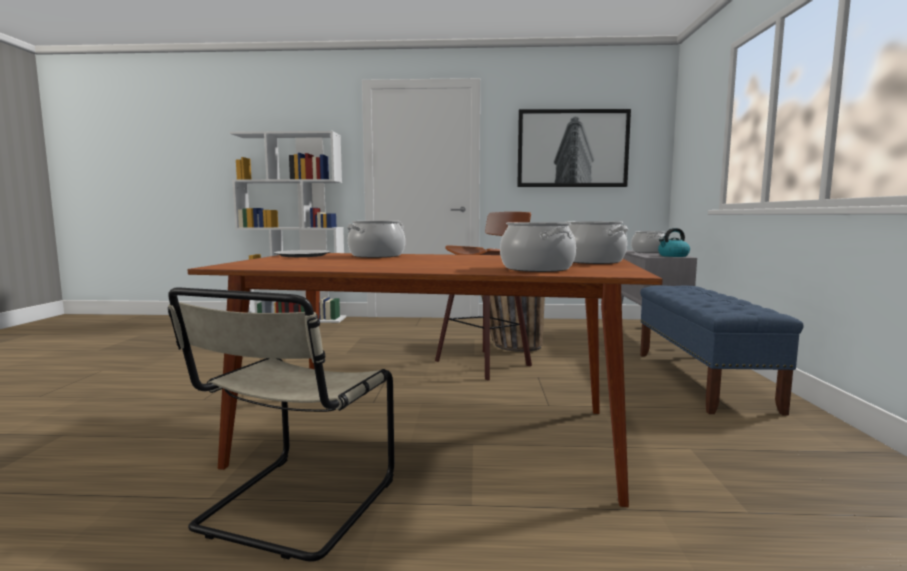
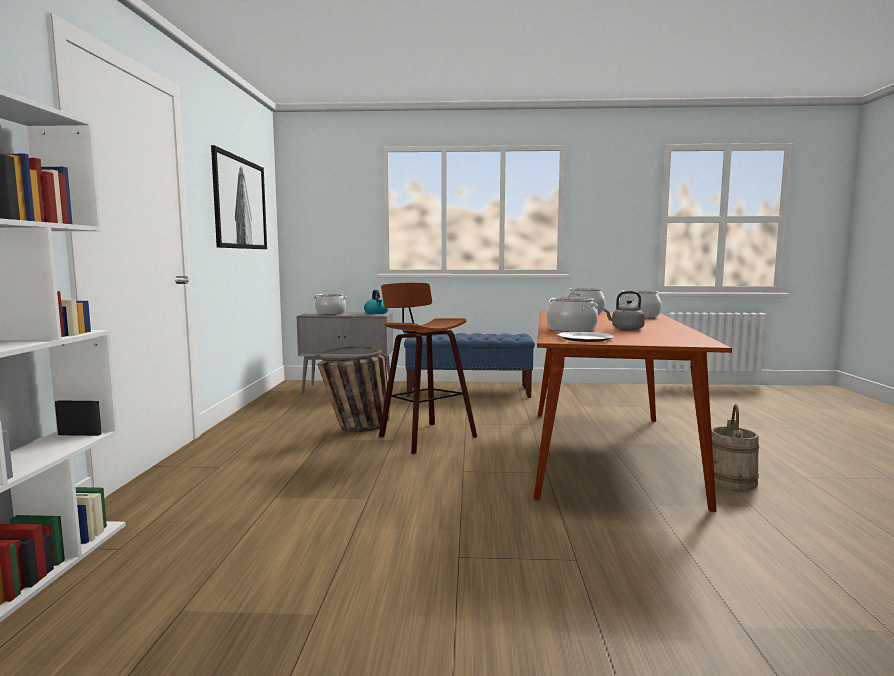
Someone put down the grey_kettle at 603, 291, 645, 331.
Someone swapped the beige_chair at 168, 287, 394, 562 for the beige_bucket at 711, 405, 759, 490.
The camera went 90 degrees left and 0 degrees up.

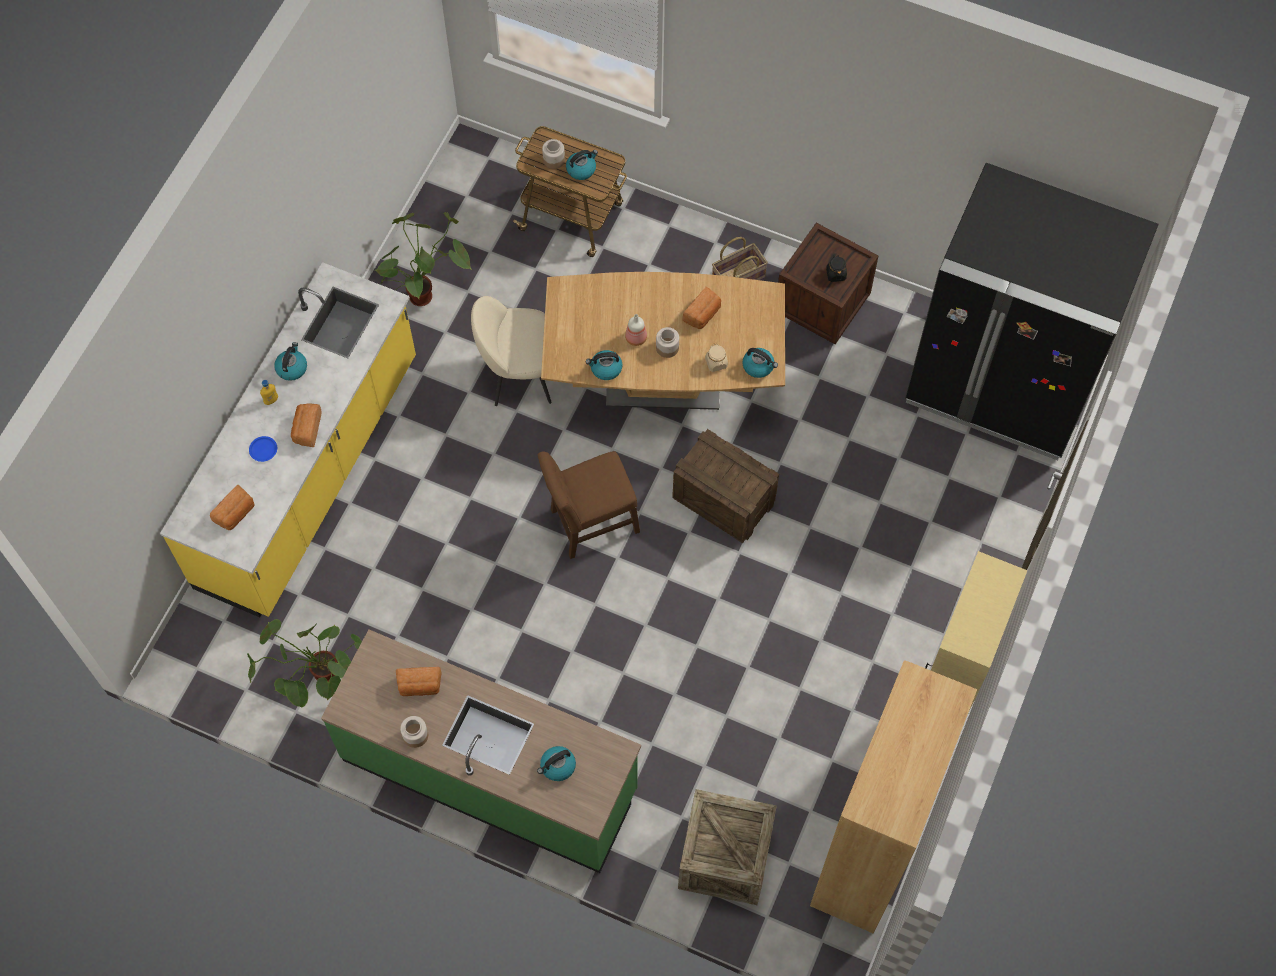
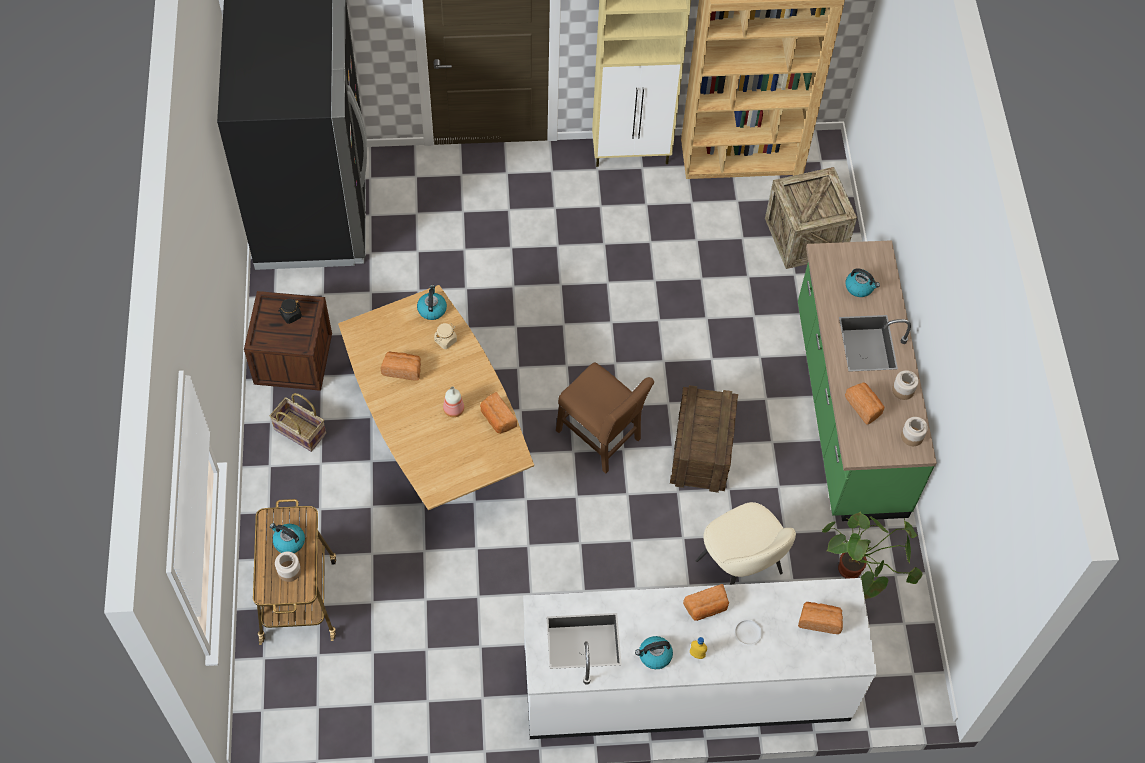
Someone swapped the kettle at 586, 350, 622, 380 for the bread at 480, 392, 517, 434.
Someone repainted the yellow_counter at 160, 262, 416, 617, which became the white_counter at 523, 578, 877, 739.
Someone carried the crate from 672, 429, 779, 544 to 670, 385, 738, 493.
Someone carried the beige_chair from 471, 296, 551, 406 to 696, 502, 796, 585.
Someone repainted the blue_plate at 249, 436, 277, 462, which became the white_plate at 734, 619, 763, 646.
Someone carried the jar from 656, 327, 679, 358 to 901, 417, 928, 446.
Someone took away the potted_plant at 375, 212, 472, 306.
The camera went 120 degrees left and 5 degrees down.

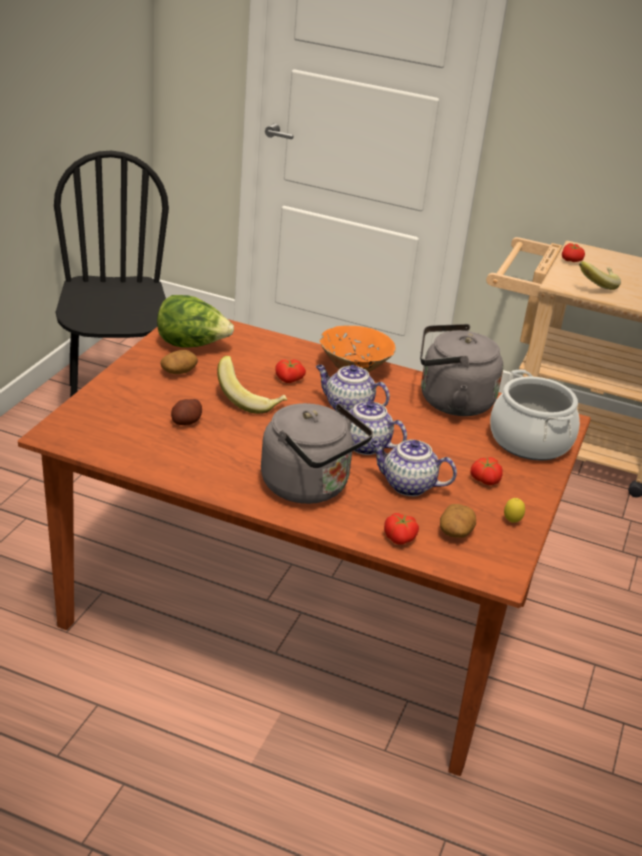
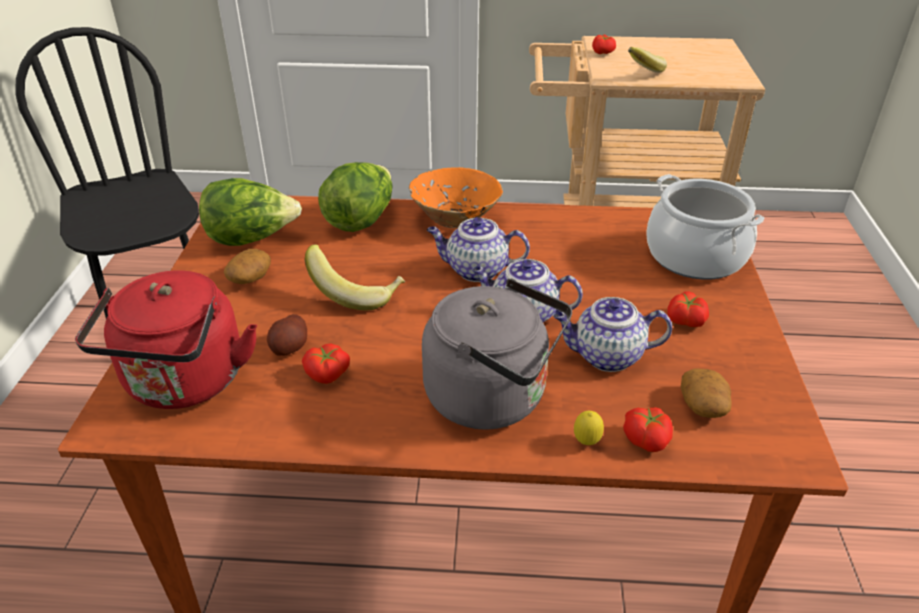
Someone put down the red_kettle at 75, 270, 257, 409.
Someone carried the tomato from 275, 360, 306, 383 to 302, 343, 350, 384.
Someone put down the lettuce at 318, 162, 392, 232.
Someone carried the lemon from 504, 498, 525, 523 to 574, 411, 604, 445.
Someone took away the grey_kettle at 420, 324, 503, 416.
The camera went 15 degrees left and 5 degrees up.

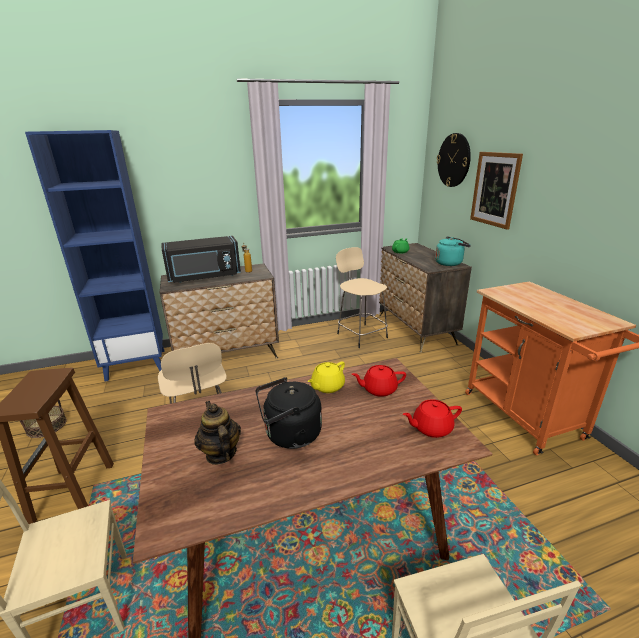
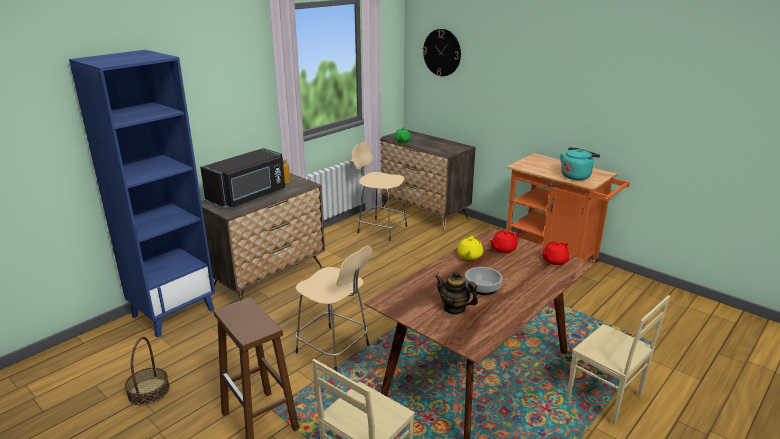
Someone swapped the black_kettle at 256, 377, 322, 449 for the bowl at 465, 267, 503, 295.
Someone carried the turquoise_kettle from 435, 236, 471, 266 to 560, 147, 600, 180.
Someone took away the picture at 470, 152, 523, 230.
The camera went 30 degrees left and 0 degrees up.

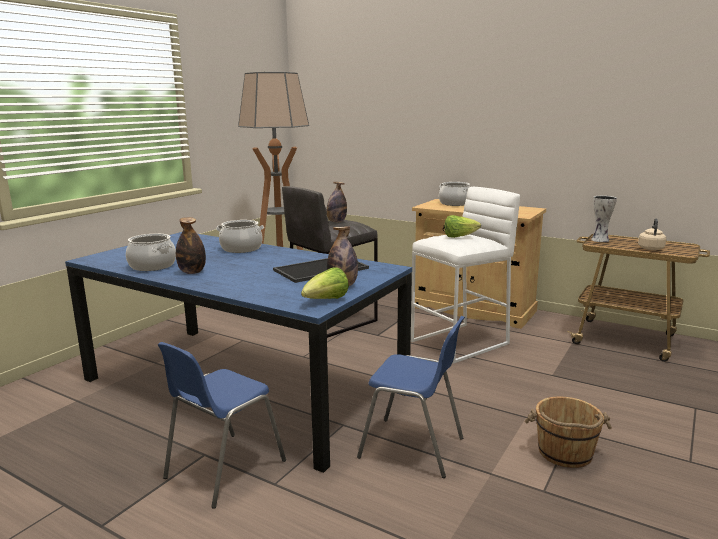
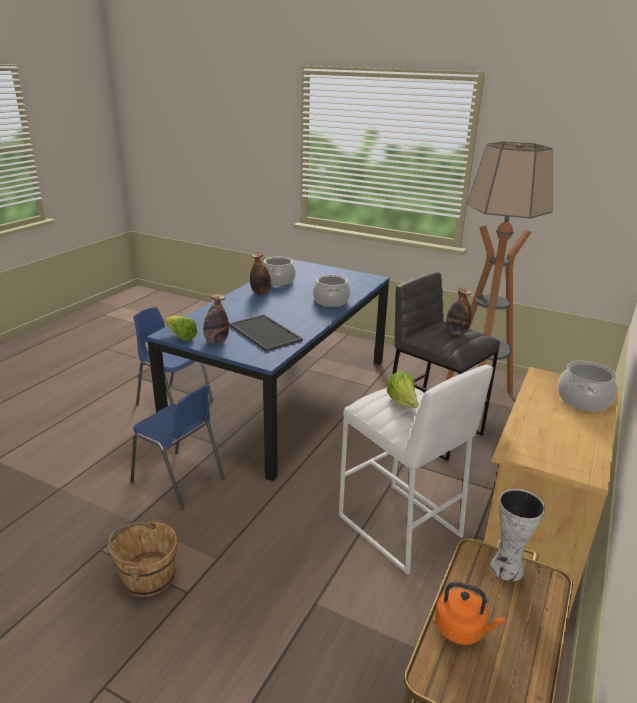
Someone rotated the blue_chair at 357, 316, 465, 478 by 75 degrees counterclockwise.
Someone repainted the beige_kettle at 638, 218, 666, 250, which became the orange_kettle at 435, 582, 505, 645.
The camera went 85 degrees right and 10 degrees up.

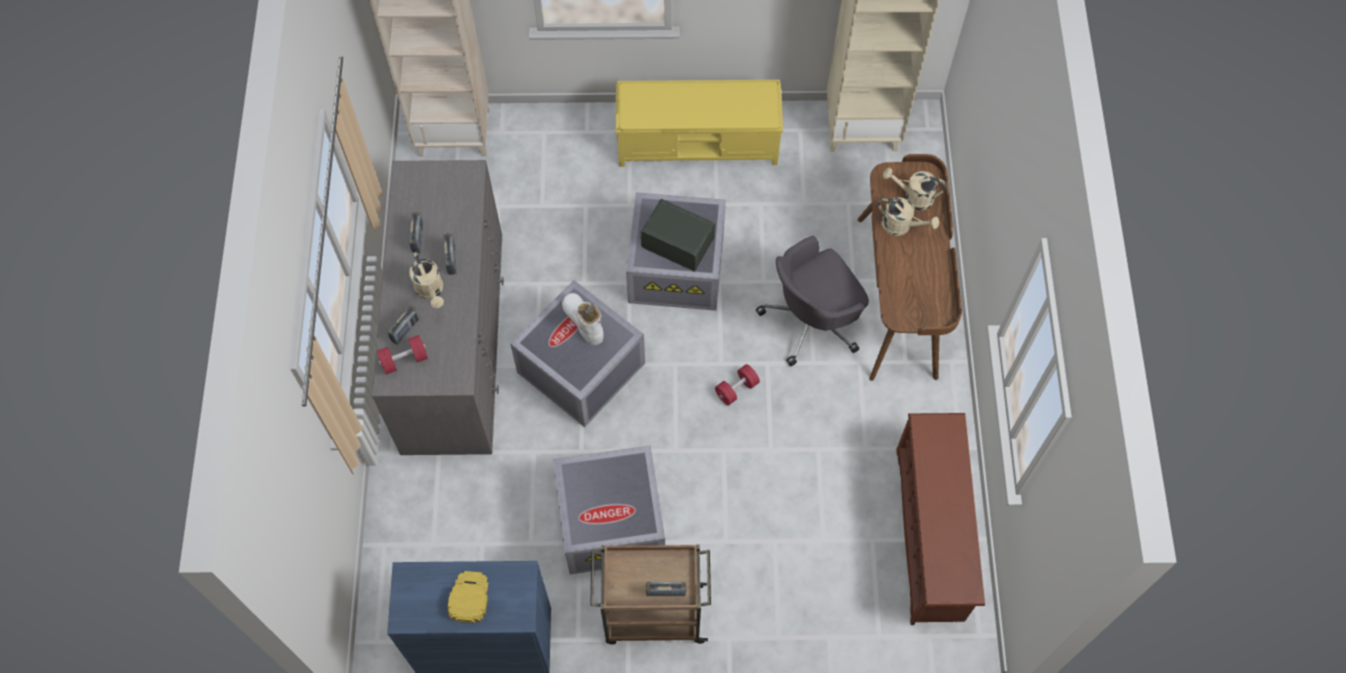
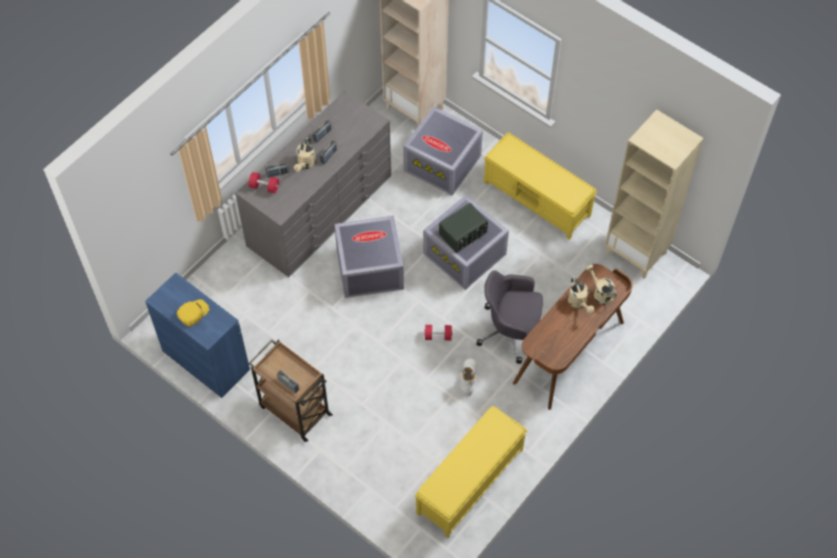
Someone carried the grey_storage_box from 553, 445, 665, 575 to 403, 106, 483, 196.
Someone swapped the brown_shoe_rack at 896, 413, 985, 625 for the yellow_bench at 415, 406, 527, 538.
Someone rotated the radio at 641, 199, 715, 271 by 75 degrees clockwise.
Someone carried the white_boot from 562, 293, 604, 345 to 461, 358, 477, 396.
The camera went 40 degrees right and 5 degrees down.

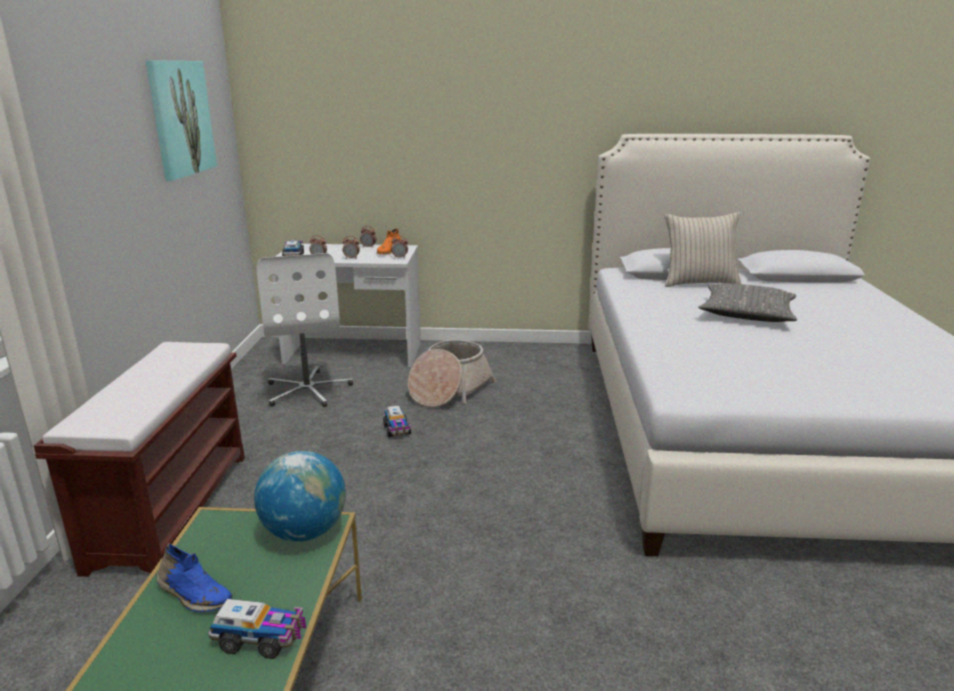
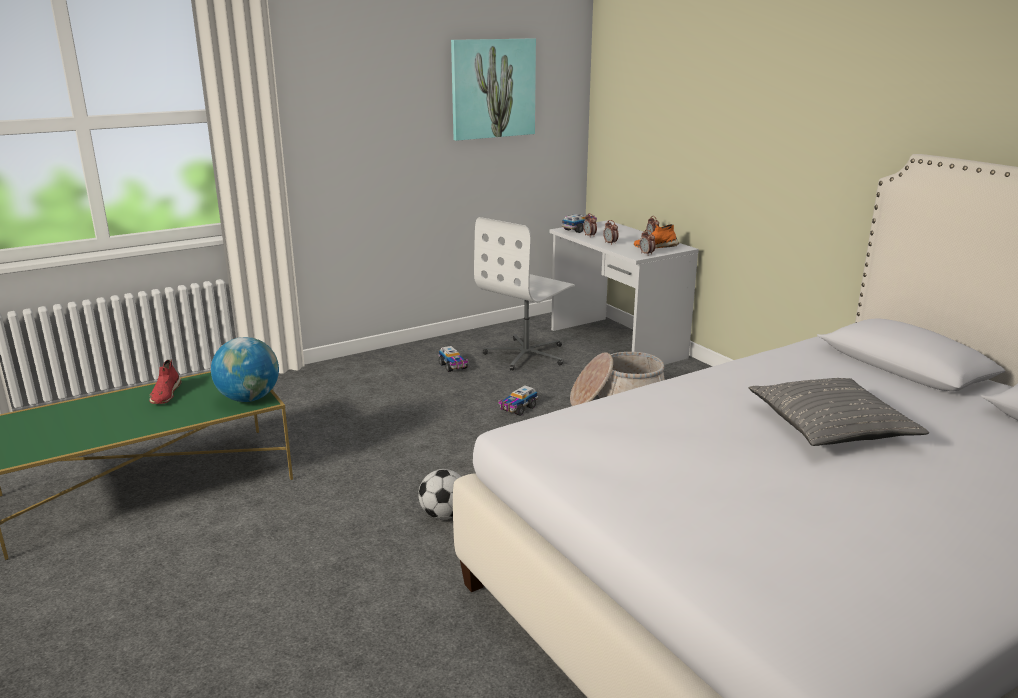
Someone repainted the blue_shoe at 156, 544, 232, 612, which became the red_shoe at 149, 359, 182, 404.
Someone put down the football at 419, 469, 461, 519.
Someone carried the toy_truck from 208, 599, 306, 659 to 438, 346, 468, 372.
Someone took away the brown_bench at 34, 342, 245, 577.
Someone took away the beige_pillow at 665, 212, 741, 287.
The camera went 55 degrees right and 0 degrees up.

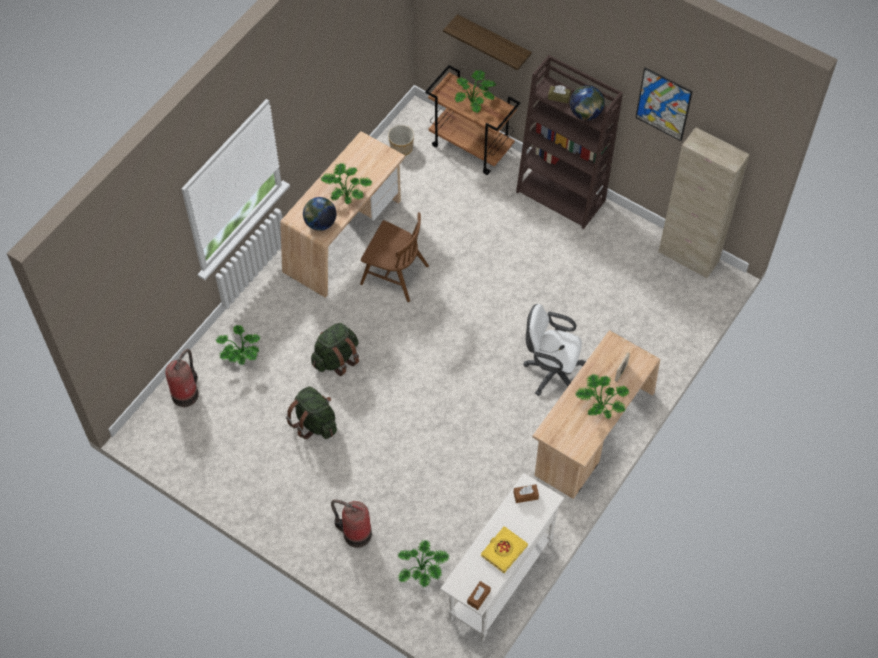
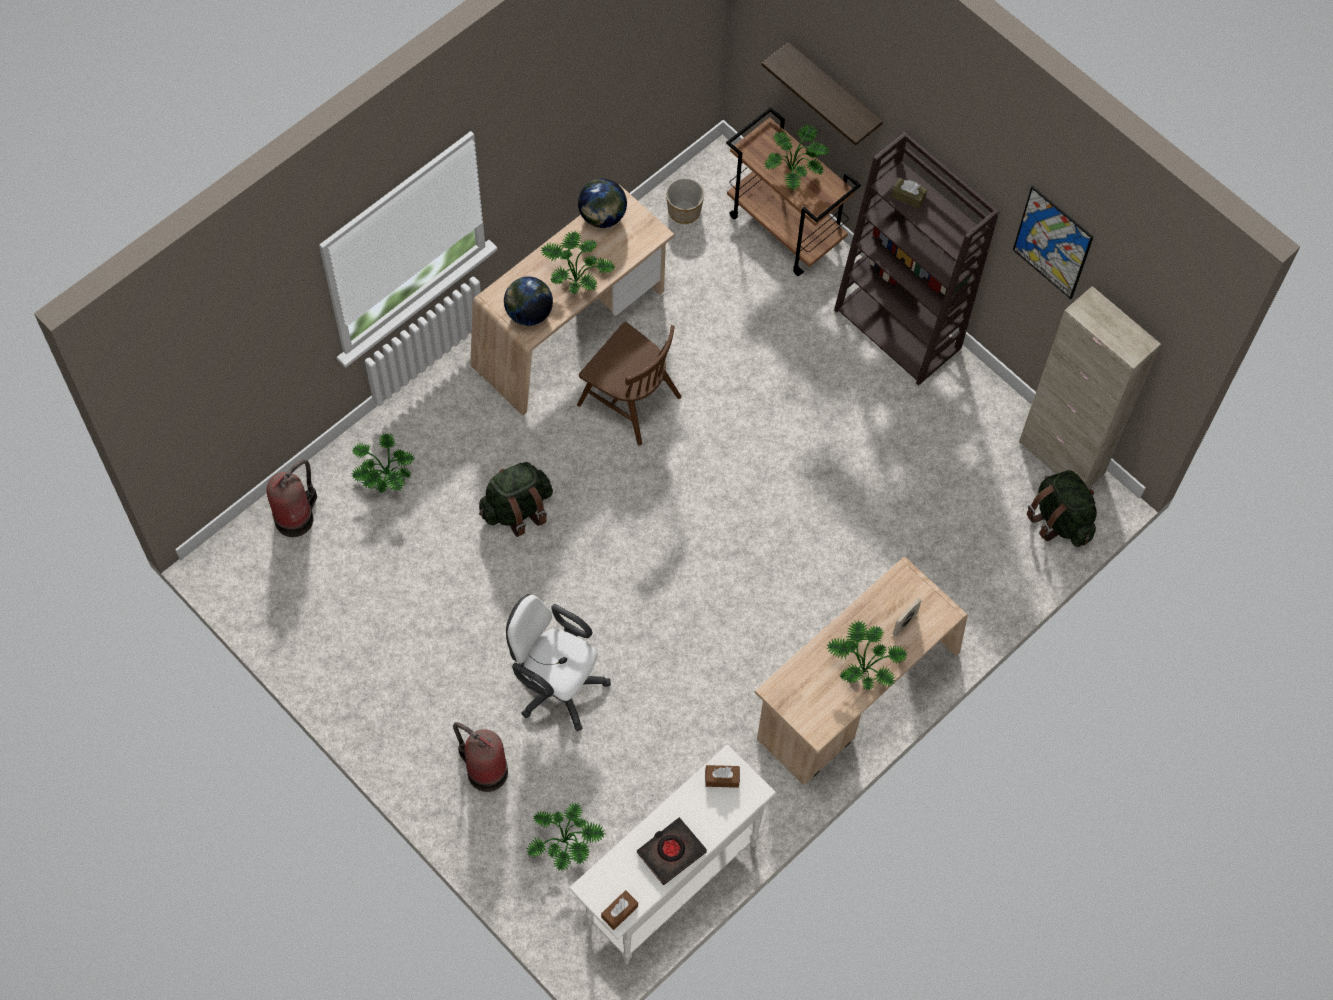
Someone carried the white_office_chair from 523, 304, 586, 396 to 506, 594, 611, 731.
Someone carried the globe from 570, 85, 605, 120 to 578, 178, 627, 228.
Someone repainted the yellow_book at 480, 526, 528, 573, which became the black_book at 637, 817, 707, 885.
Someone carried the green_backpack from 286, 386, 337, 439 to 1027, 470, 1097, 547.
The camera went 10 degrees right and 5 degrees up.

